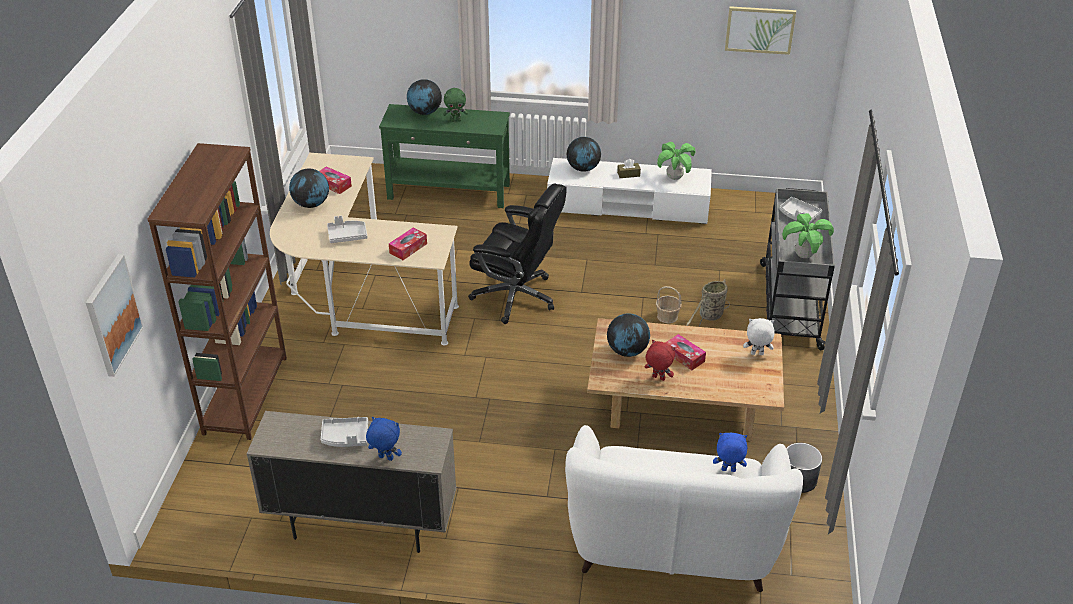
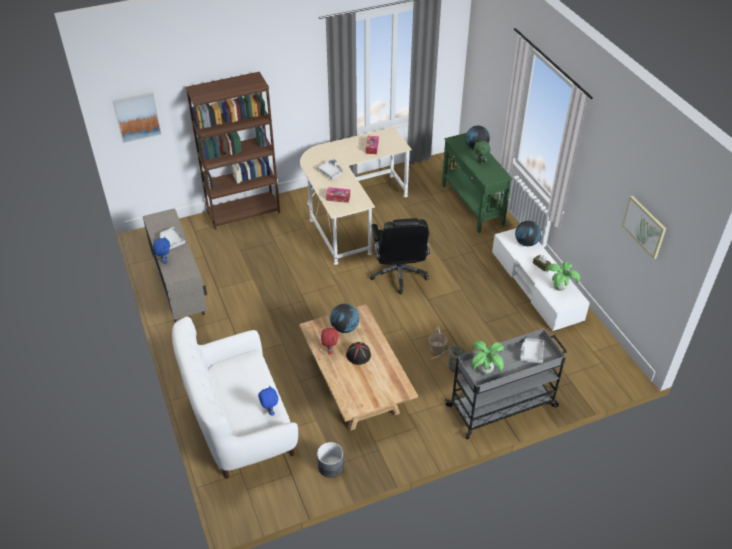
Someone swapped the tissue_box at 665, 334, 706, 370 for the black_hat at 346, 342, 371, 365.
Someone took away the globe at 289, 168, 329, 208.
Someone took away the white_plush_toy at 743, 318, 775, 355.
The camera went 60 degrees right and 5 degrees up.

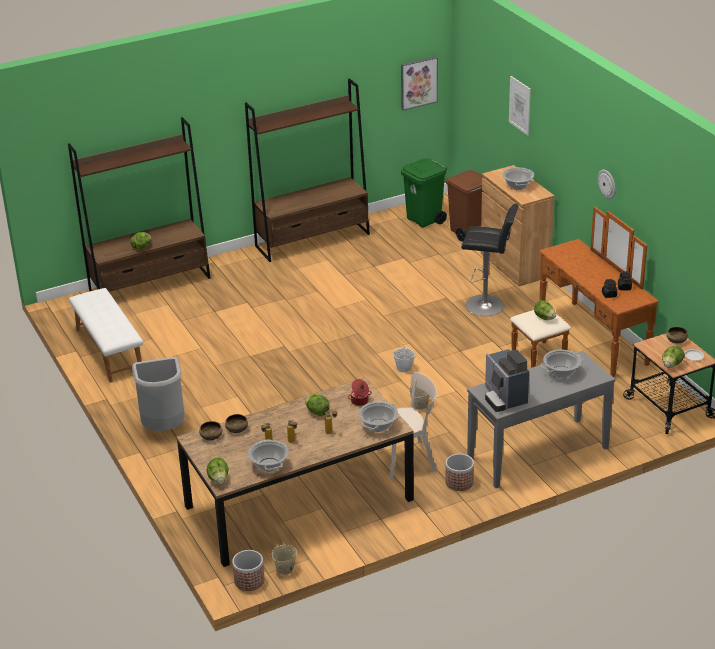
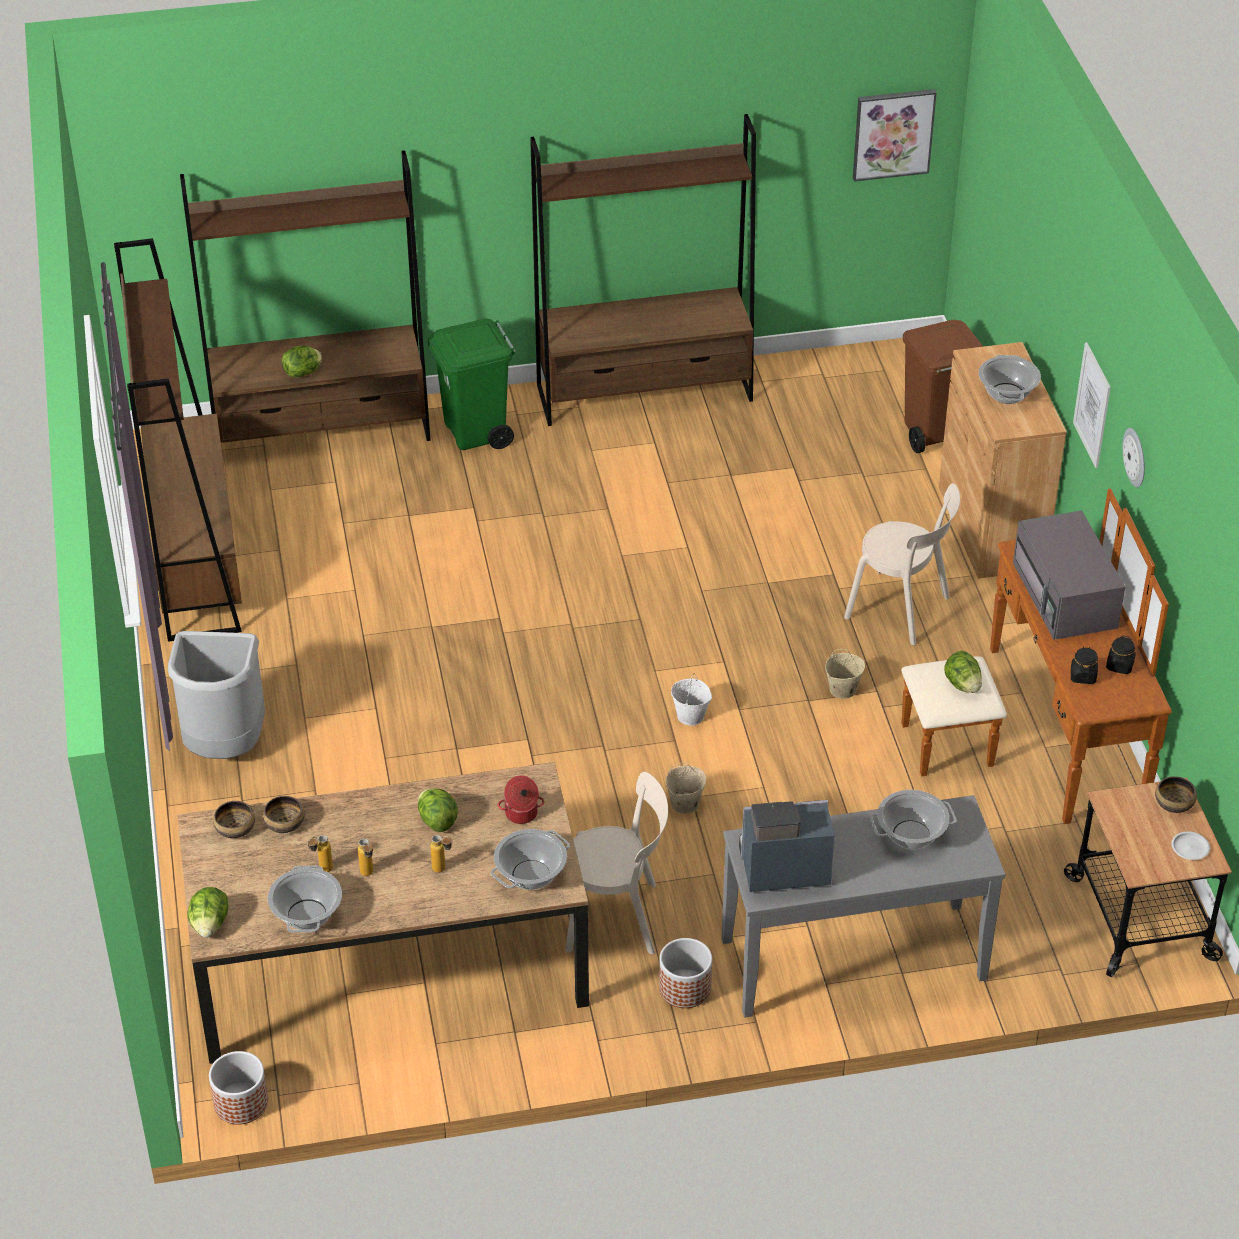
Someone swapped the white_bench at 69, 288, 143, 382 for the brown_bookcase at 114, 238, 242, 642.
Someone carried the green_trash_can from 401, 158, 448, 227 to 428, 319, 516, 450.
Someone rotated the coffee_machine at 485, 349, 529, 412 by 90 degrees clockwise.
Someone carried the beige_bucket from 272, 542, 297, 575 to 825, 649, 865, 699.
Someone swapped the black_stool at 461, 204, 519, 316 for the beige_chair at 844, 483, 960, 645.
Someone put down the grey_microwave at 1013, 510, 1125, 640.
Someone carried the picture from 509, 76, 531, 135 to 1073, 342, 1111, 468.
Someone took away the lettuce at 662, 346, 685, 368.
The camera went 15 degrees right and 10 degrees up.

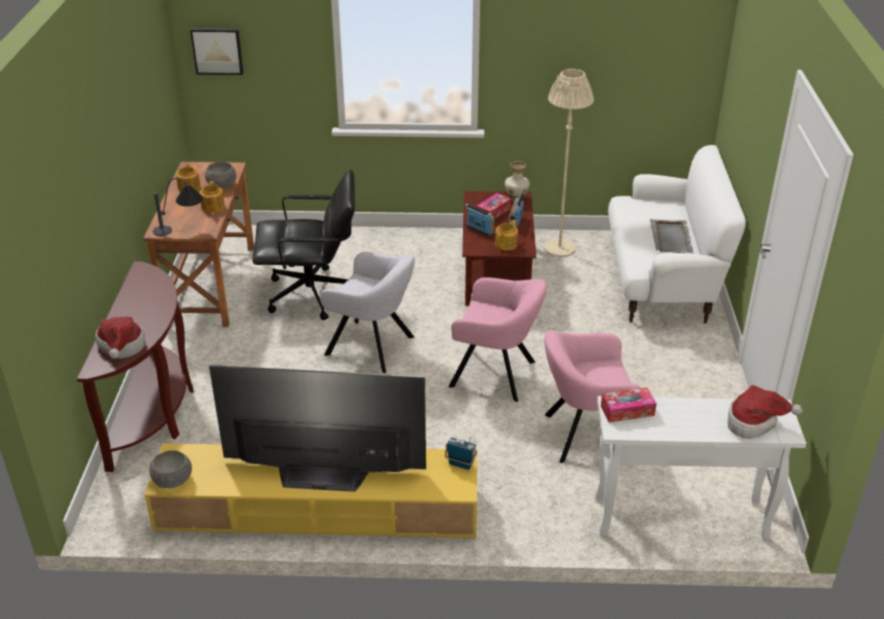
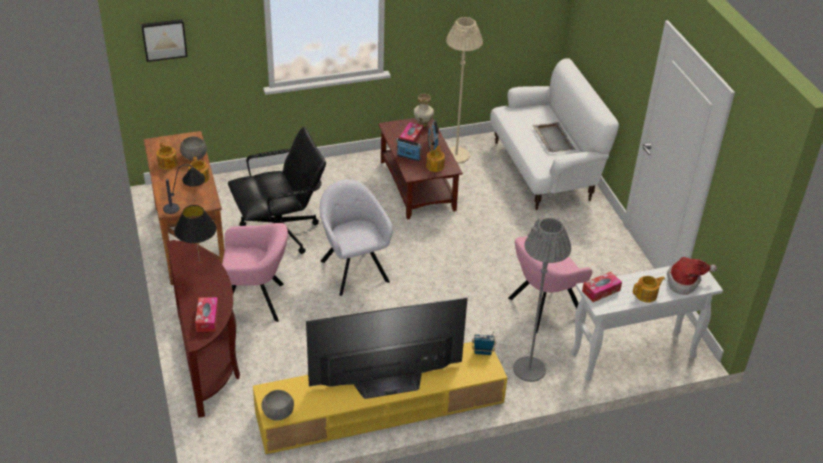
Someone put down the black_table_lamp at 174, 205, 217, 262.
Someone swapped the hat at 95, 317, 145, 359 for the tissue_box at 195, 297, 219, 332.
Someone carried the pink_armchair from 449, 277, 547, 402 to 222, 223, 288, 322.
Someone rotated the grey_armchair at 321, 252, 415, 373 by 120 degrees counterclockwise.
Someone put down the grey_floor_lamp at 513, 218, 571, 382.
Someone put down the teapot at 633, 276, 665, 303.
The camera went 20 degrees left and 5 degrees up.

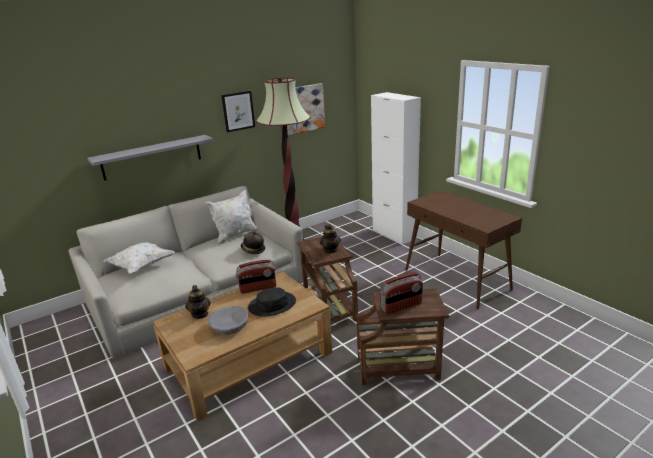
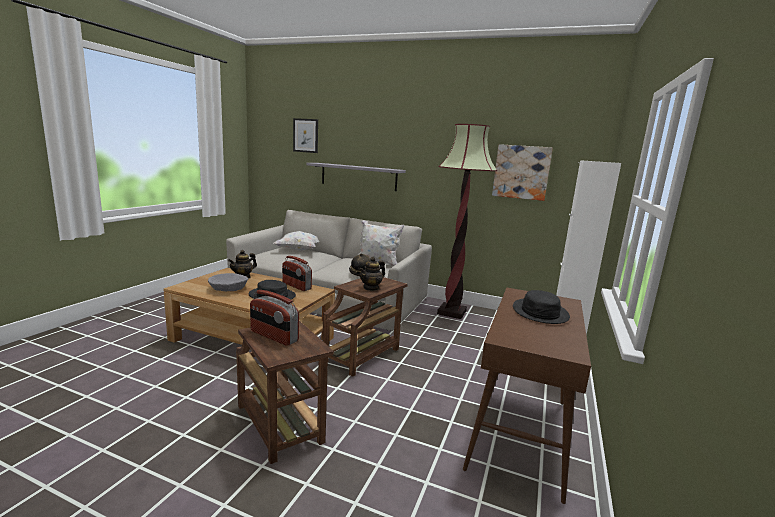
Someone carried the picture from 221, 91, 255, 132 to 293, 118, 318, 153.
Someone put down the black_hat at 513, 290, 570, 324.
The camera went 55 degrees right and 10 degrees down.

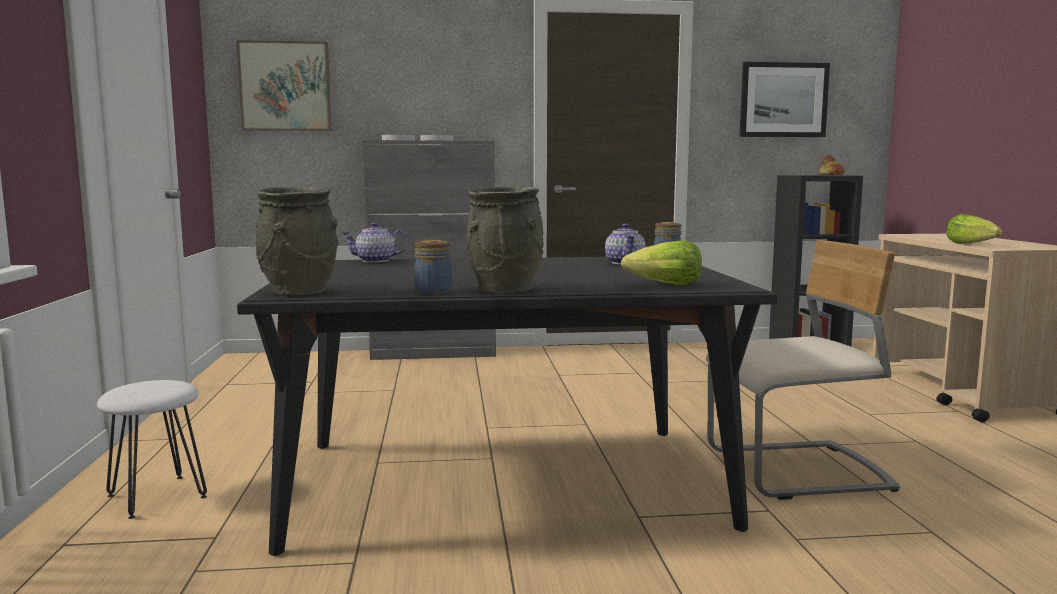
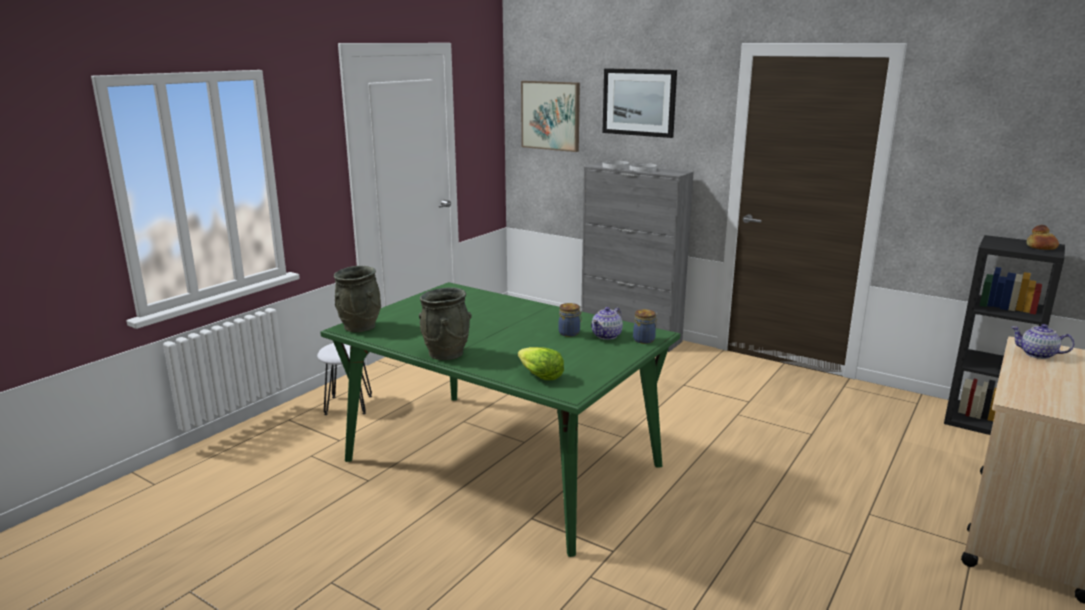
Someone repainted the black_dining_table at 237, 257, 778, 556, which became the green_dining_table at 320, 282, 680, 557.
Someone carried the jar from 414, 240, 452, 294 to 558, 303, 582, 337.
Someone carried the picture from 740, 62, 830, 137 to 602, 68, 677, 138.
Someone carried the teapot from 342, 222, 408, 262 to 1011, 324, 1075, 359.
Someone took away the beige_chair at 706, 240, 900, 500.
Someone took away the lettuce at 946, 214, 1002, 244.
The camera went 40 degrees right and 10 degrees up.

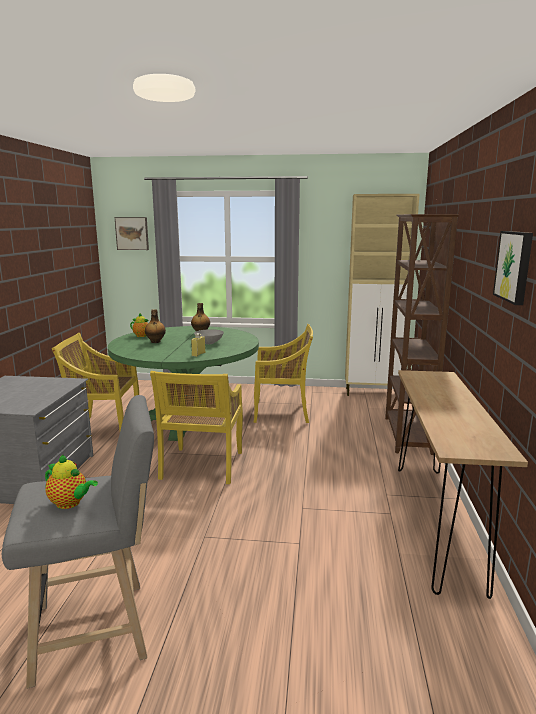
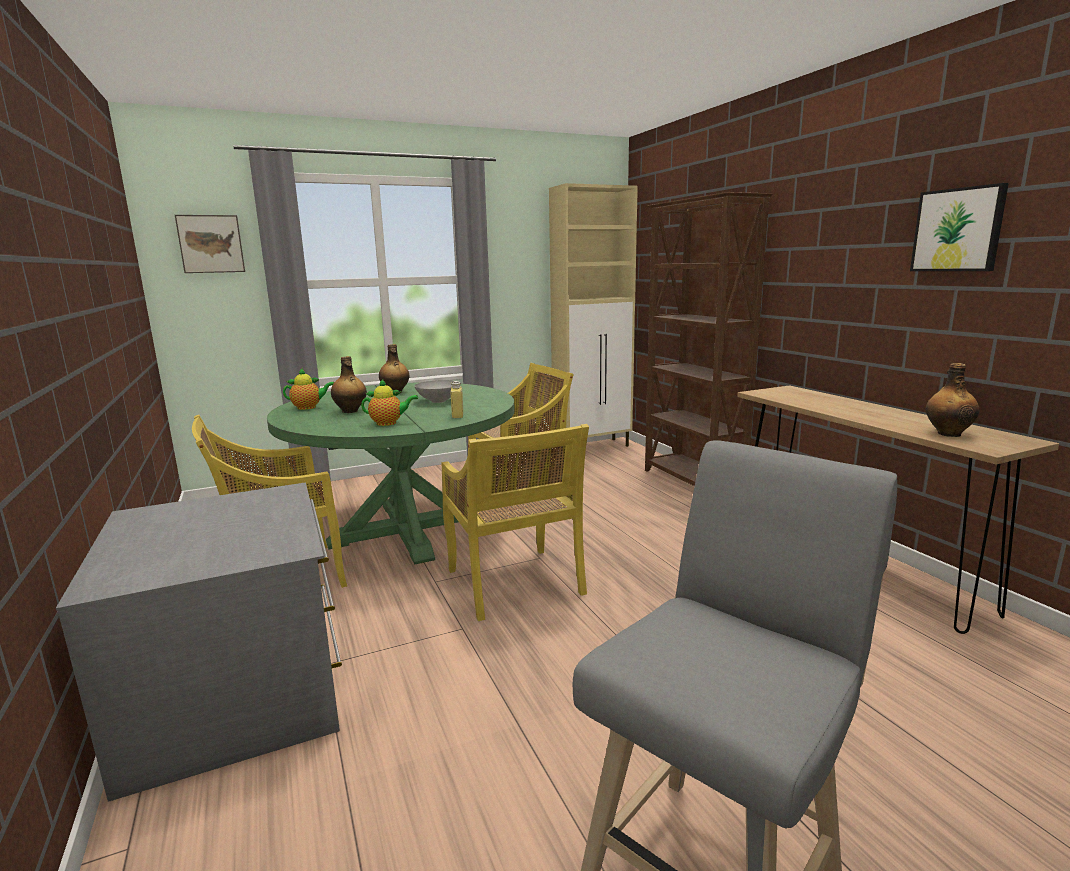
Someone carried the teapot from 45, 455, 98, 509 to 361, 379, 418, 426.
Someone put down the bottle at 926, 363, 979, 437.
The camera went 30 degrees left and 0 degrees up.

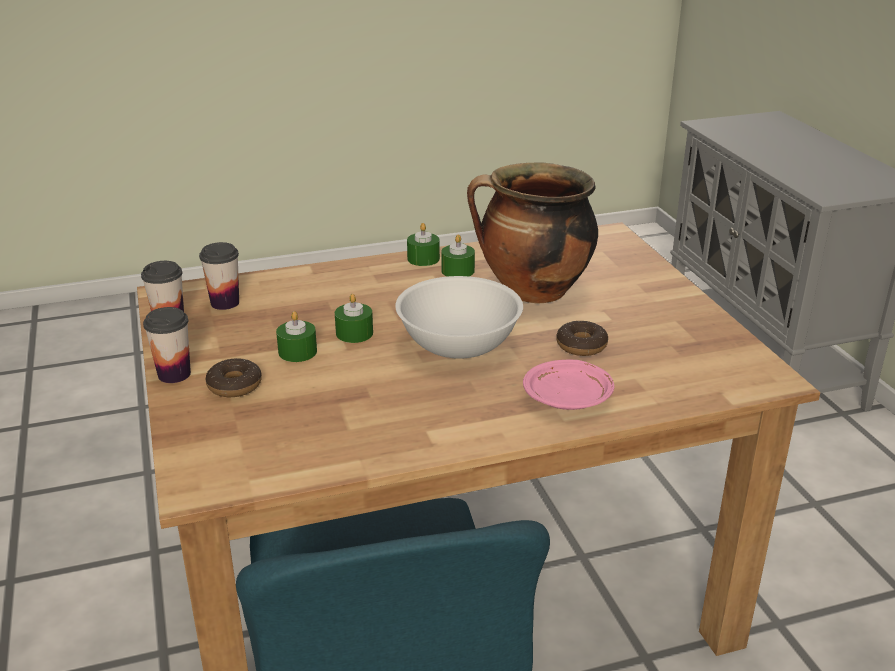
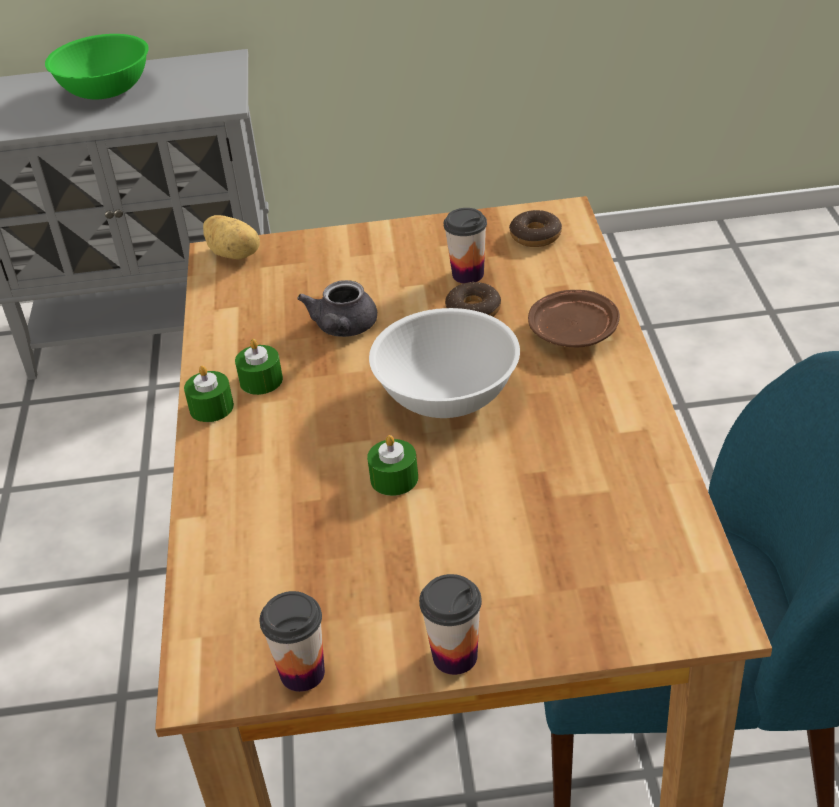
Someone put down the green_bowl at 45, 34, 149, 99.
Someone put down the potato at 203, 215, 260, 260.
Someone swapped the cooking_pot at 467, 163, 598, 304 for the grey_teapot at 297, 280, 377, 337.
Someone carried the cup from 199, 242, 239, 310 to 444, 208, 487, 284.
Someone carried the donut from 205, 358, 262, 397 to 509, 210, 562, 247.
Someone repainted the pink_plate at 523, 360, 614, 410, which became the brown_plate at 528, 290, 620, 347.
Someone took away the green_candle at 276, 311, 317, 362.
The camera went 75 degrees left and 10 degrees up.

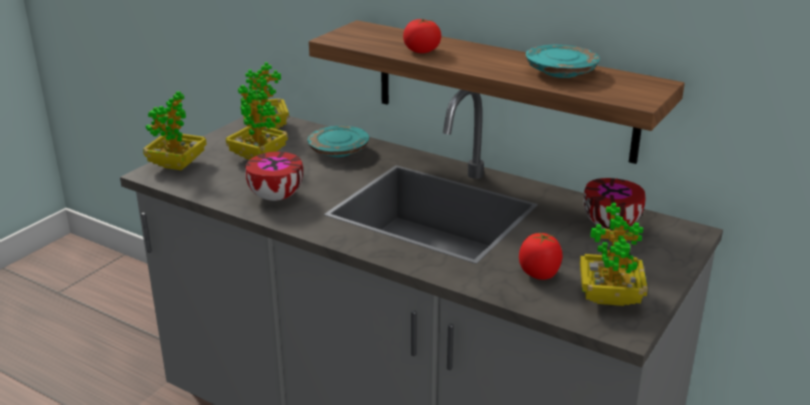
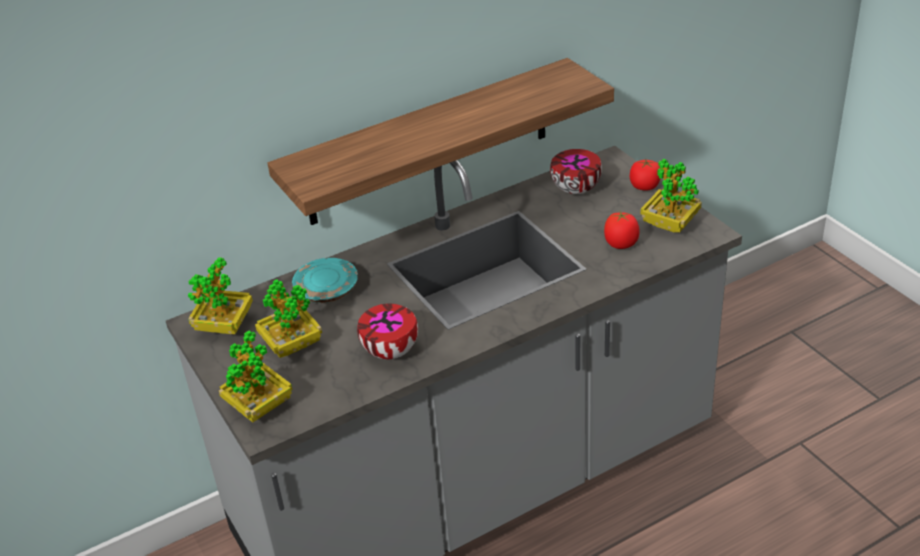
Someone carried the tomato from 403, 18, 441, 53 to 630, 158, 661, 191.
Someone took away the turquoise_plate at 526, 45, 600, 78.
The camera went 60 degrees left and 10 degrees up.

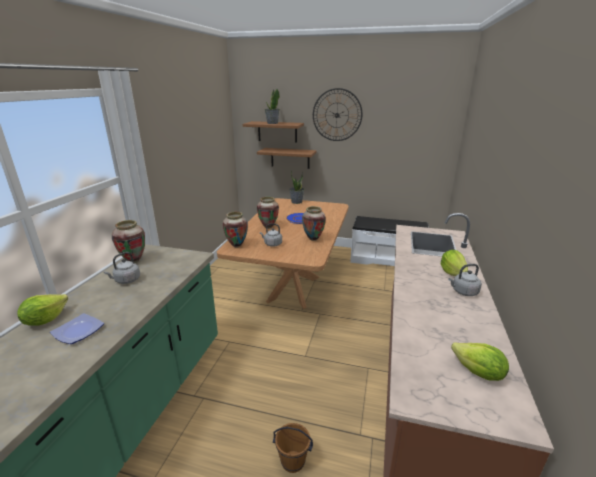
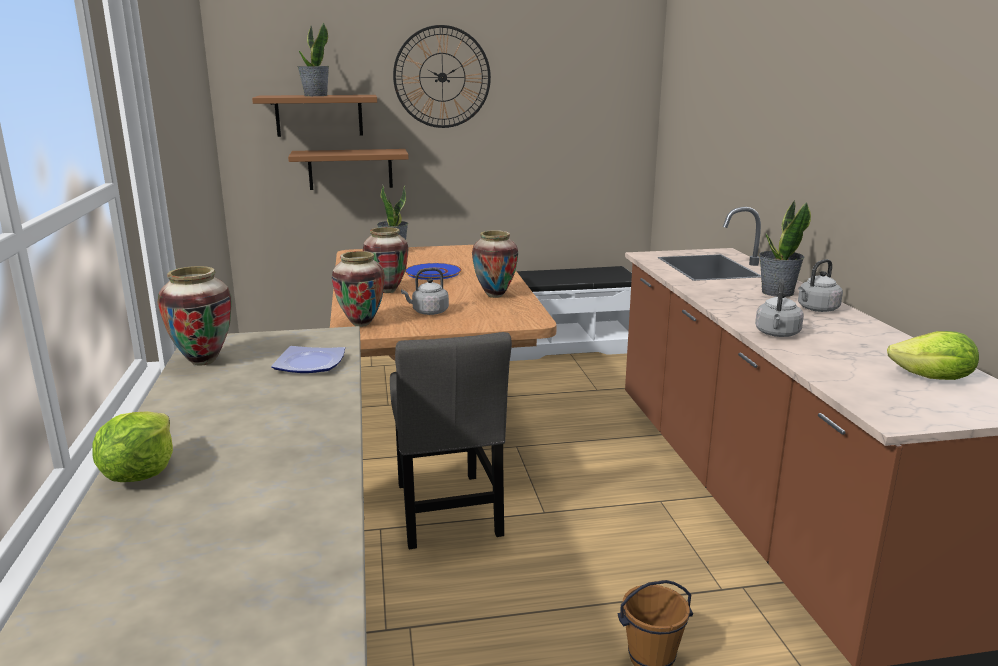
Someone carried the plate from 50, 313, 104, 344 to 271, 346, 345, 373.
Someone put down the grey_chair at 390, 332, 512, 549.
Someone carried the grey_kettle from 104, 252, 140, 284 to 755, 279, 804, 337.
Someone swapped the lettuce at 441, 250, 468, 276 for the potted_plant at 759, 200, 811, 297.
The camera went 25 degrees left and 5 degrees down.

